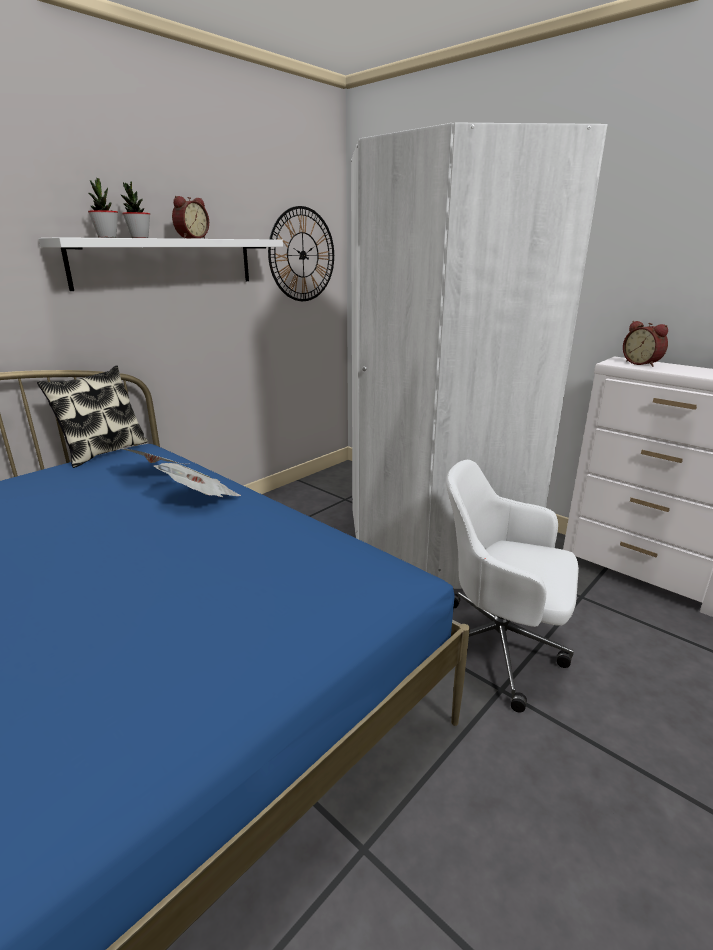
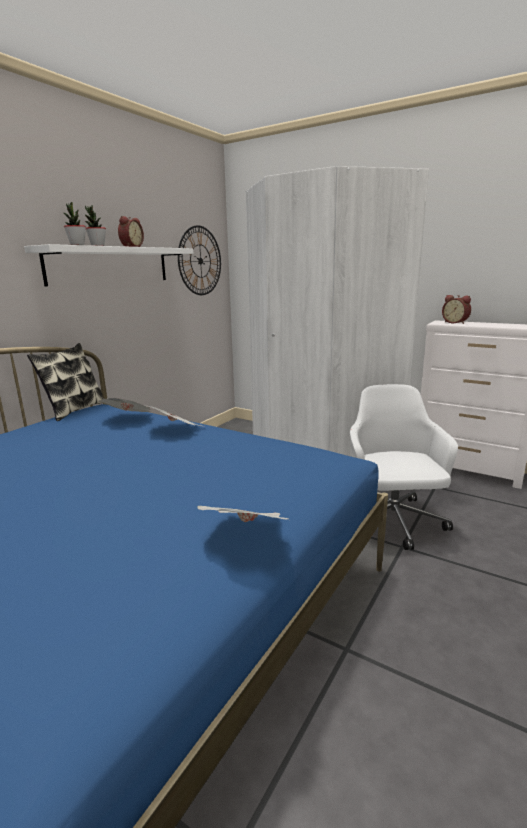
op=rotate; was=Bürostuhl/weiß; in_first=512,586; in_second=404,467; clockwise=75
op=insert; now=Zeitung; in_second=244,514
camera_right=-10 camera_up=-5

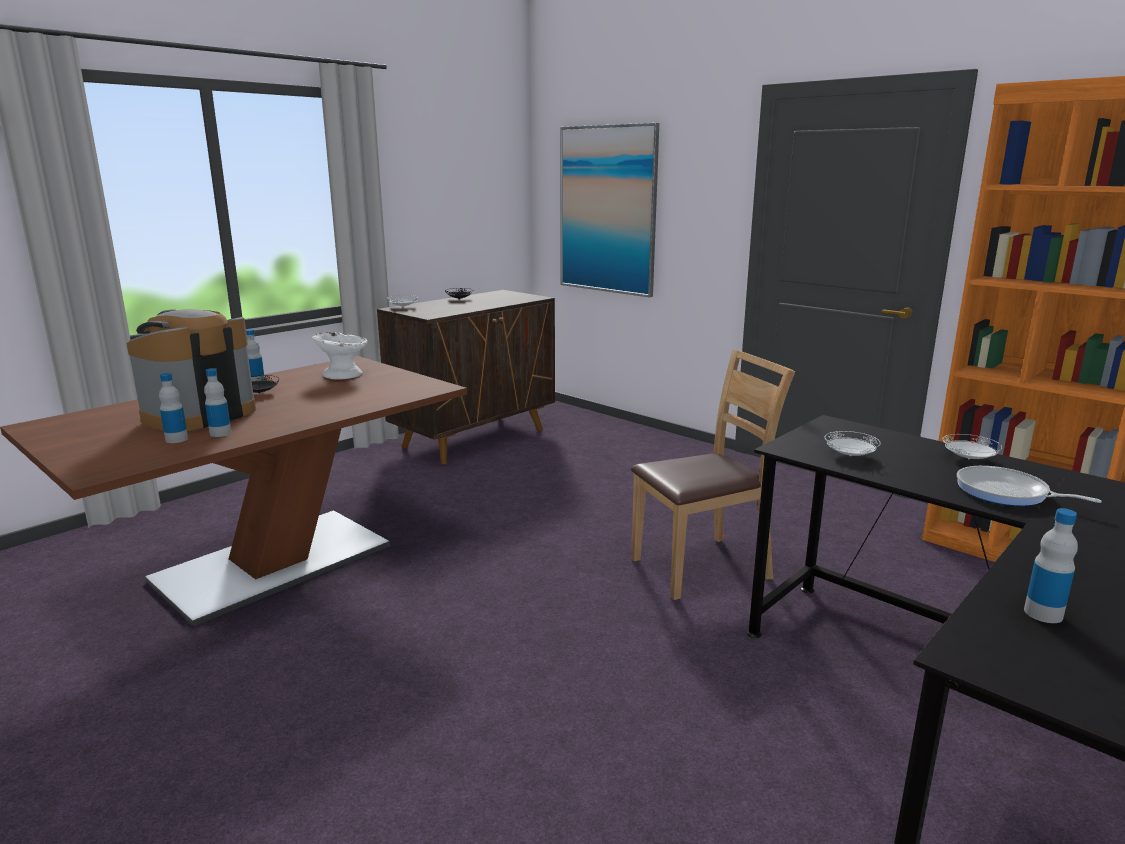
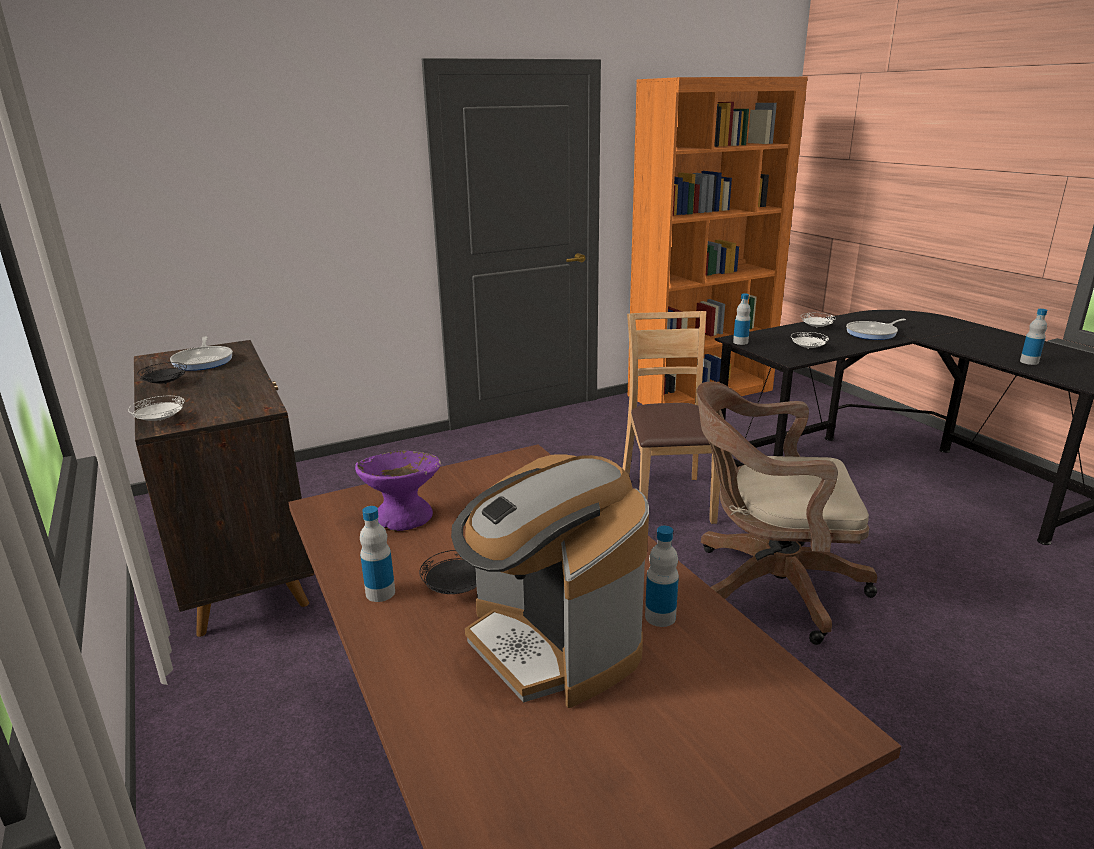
op=delete; was=Bild; in_first=609,210
op=recolor; was=Schüssel/weiß; now=Schüssel/lila; in_first=339,356; in_second=398,491
op=move; was=Flasche; in_first=173,408; in_second=742,319
op=insert; now=Pfanne; in_second=201,354
op=insert; now=Bürostuhl/braun; in_second=787,513
camera_right=-70 camera_up=5

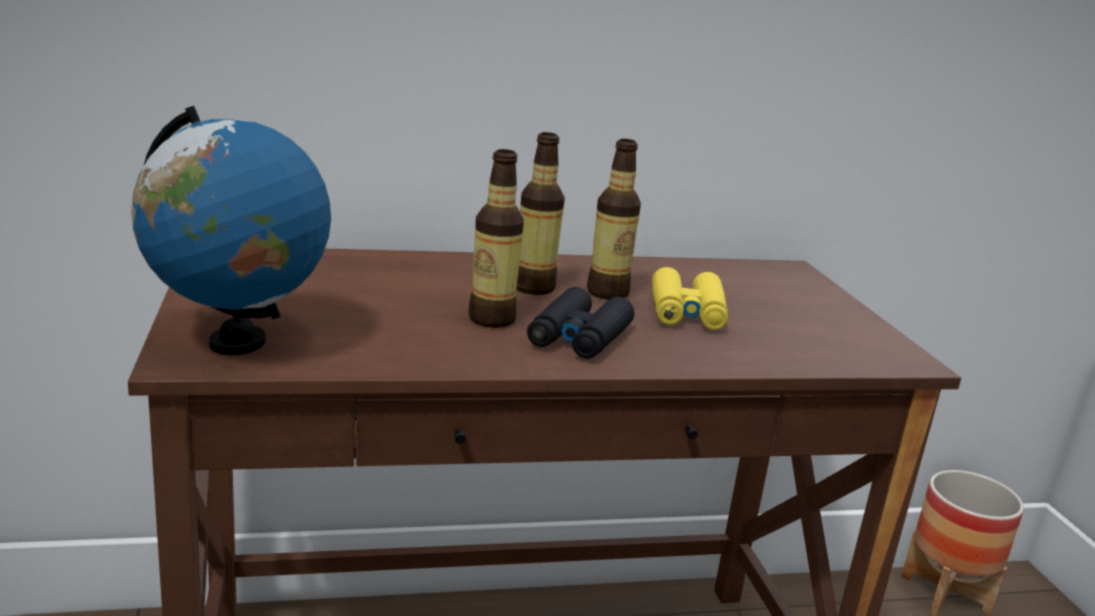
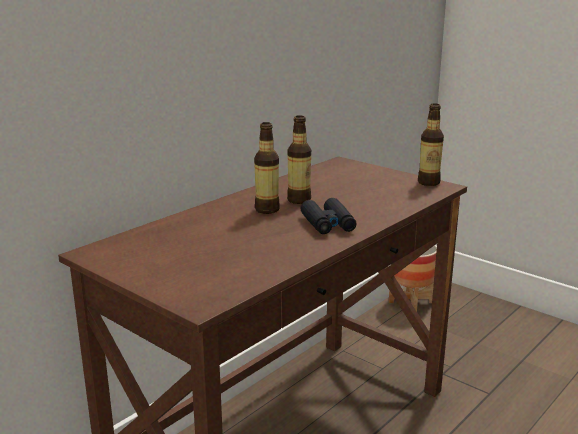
op=delete; was=Globus; in_first=231,230
op=move; was=Flasche; in_first=496,238; in_second=431,144
op=delete; was=Fernglas/gelb; in_first=690,298
camera_right=-35 camera_up=0

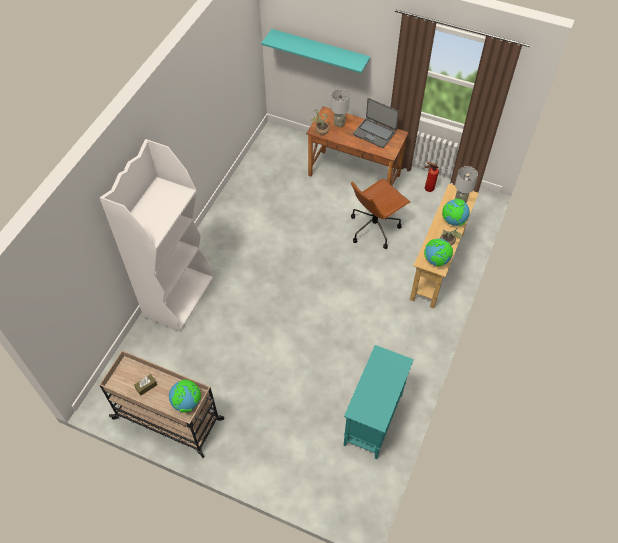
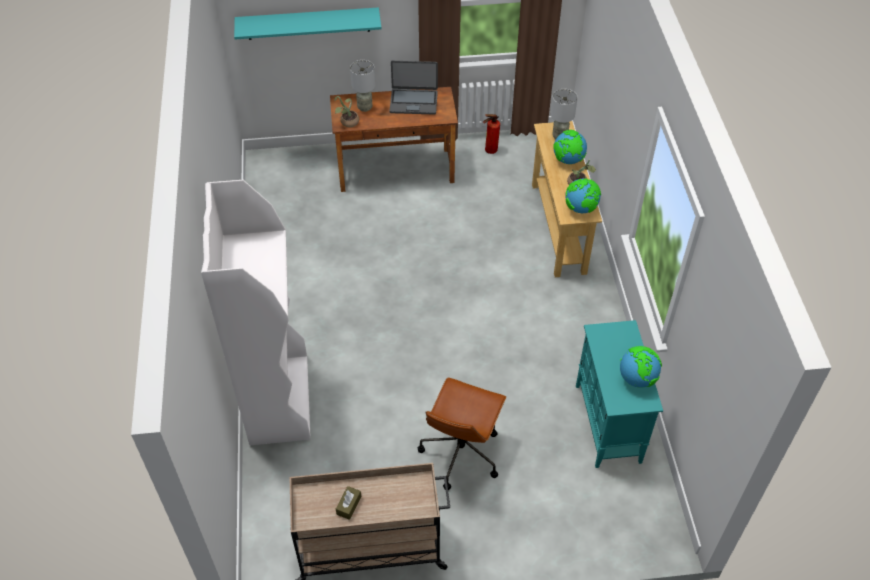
op=move; was=Bürostuhl/braun; in_first=380,214; in_second=462,433
op=move; was=Globus; in_first=185,396; in_second=641,366
camera_right=-30 camera_up=-5

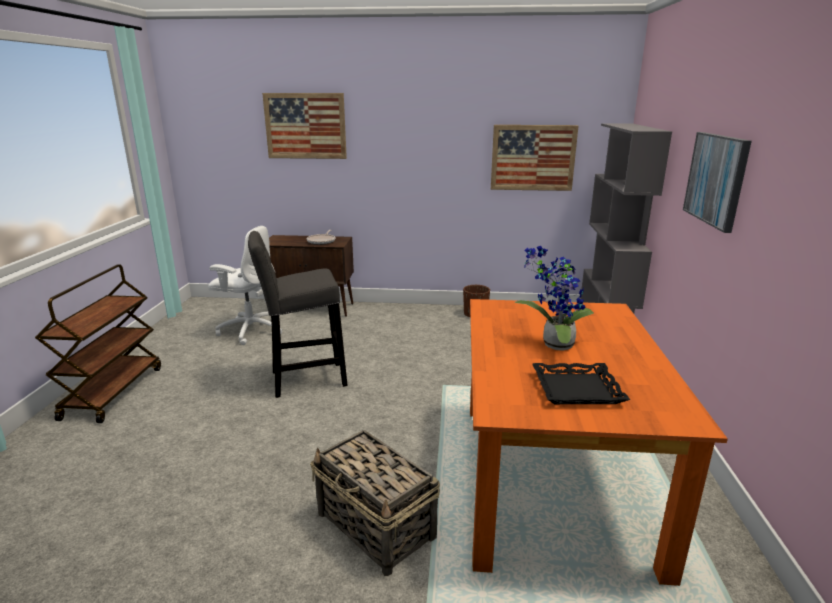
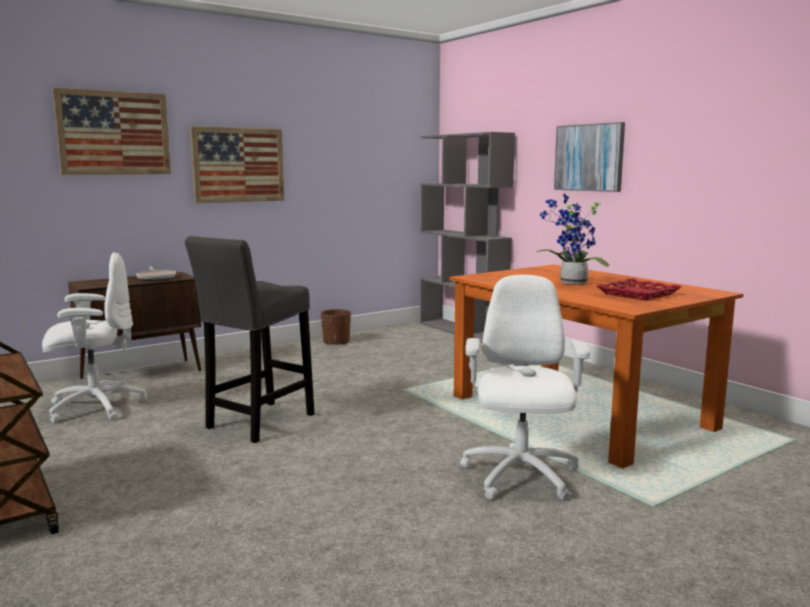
op=move; was=Bild; in_first=535,158; in_second=237,164
op=recolor; was=Tablett/schwarz; now=Tablett/rot; in_first=581,383; in_second=639,289
op=replace; was=Korb; now=Bürostuhl/weiß; in_first=375,503; in_second=525,388
camera_right=-40 camera_up=-10

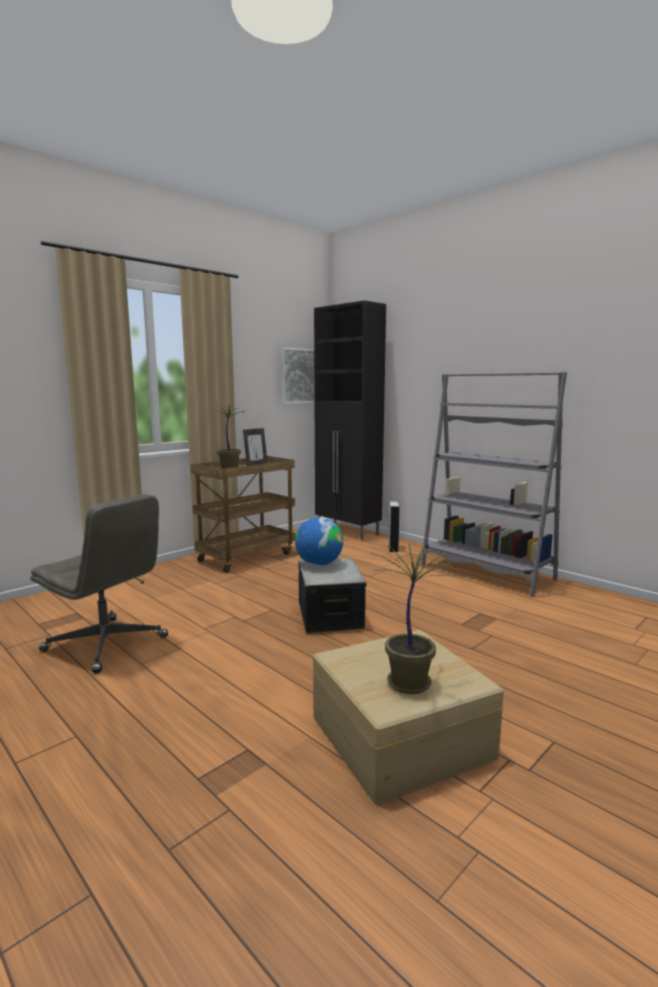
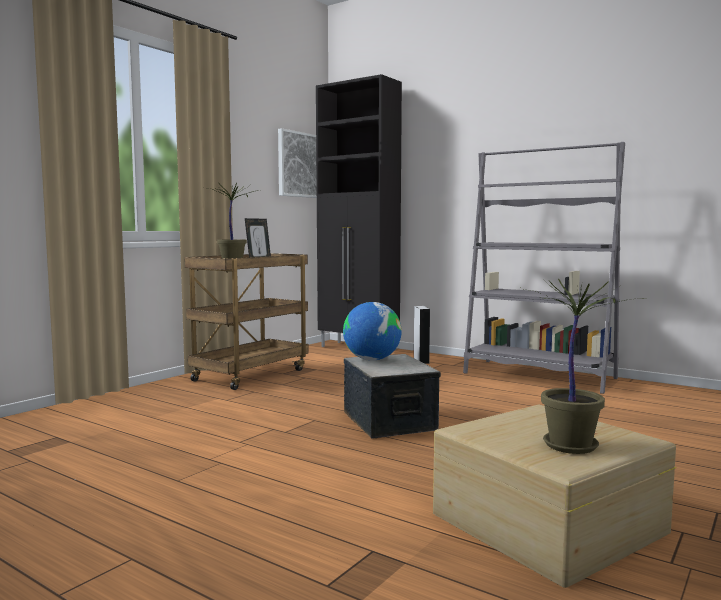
op=delete; was=Bürostuhl/grau; in_first=99,583
camera_right=-10 camera_up=-5

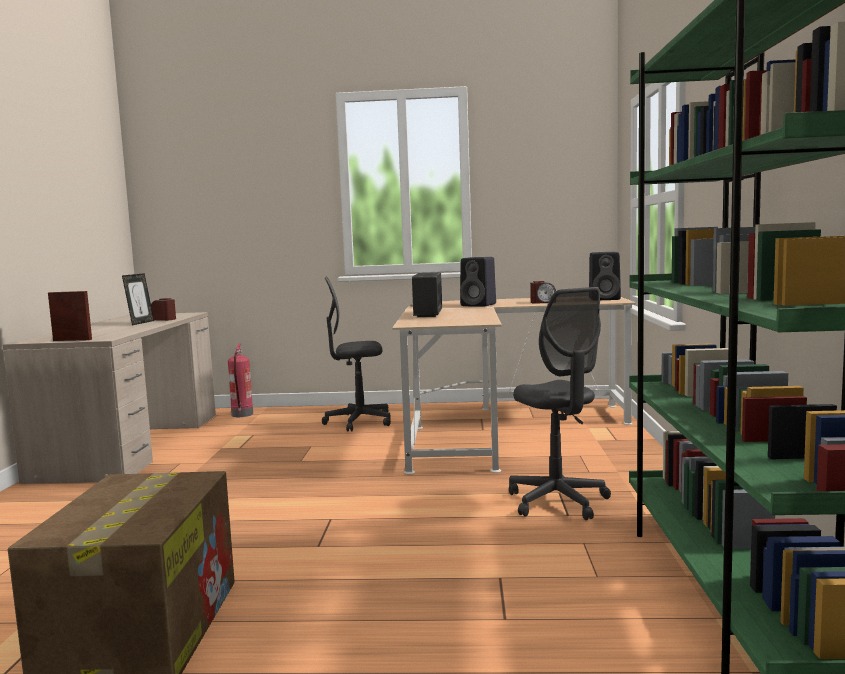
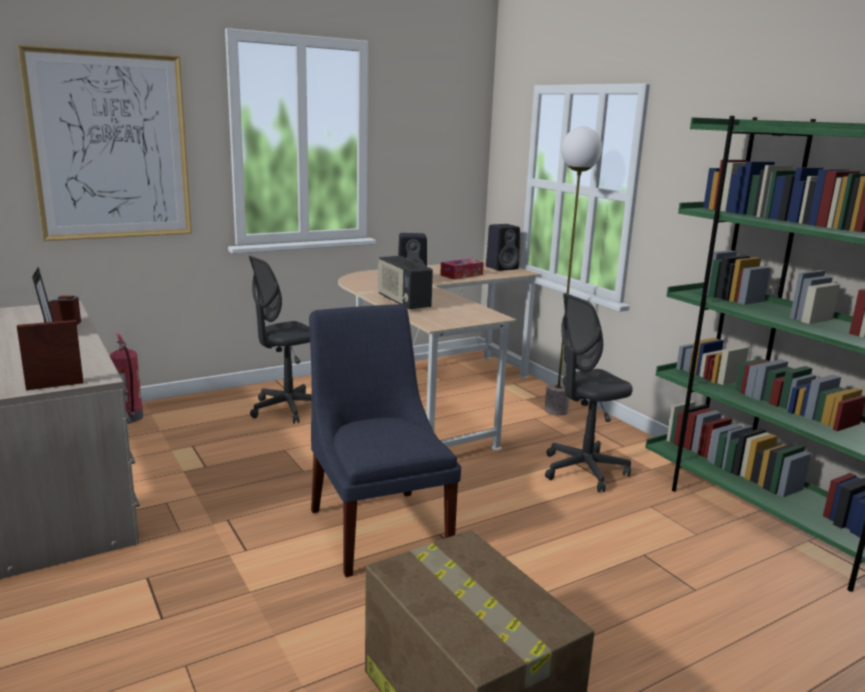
op=replace; was=Wecker; now=Taschentuchbox; in_first=543,292; in_second=462,269
op=rotate; was=Bürostuhl/grau; in_first=560,403; in_second=589,392; clockwise=120
op=insert; now=Bild; in_second=105,143
op=insert; now=Stehlampe; in_second=573,271
op=insert; now=Stuhl/blau; in_second=385,440
camera_right=-35 camera_up=10

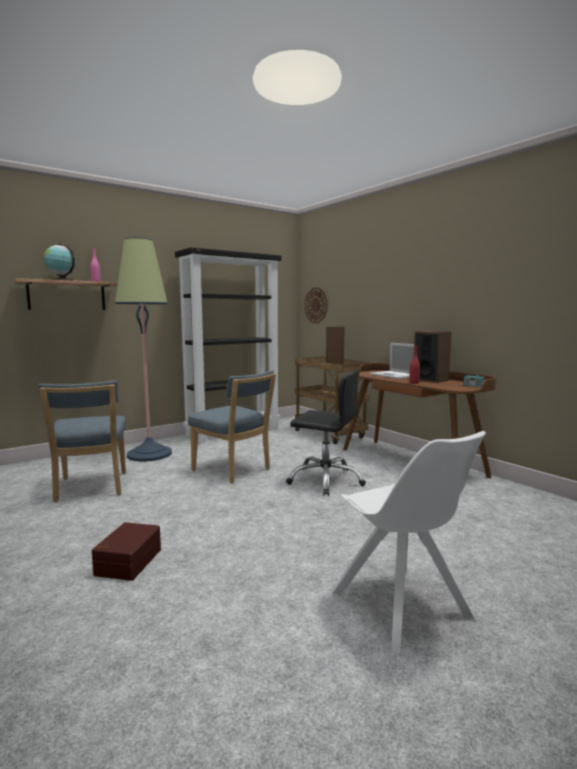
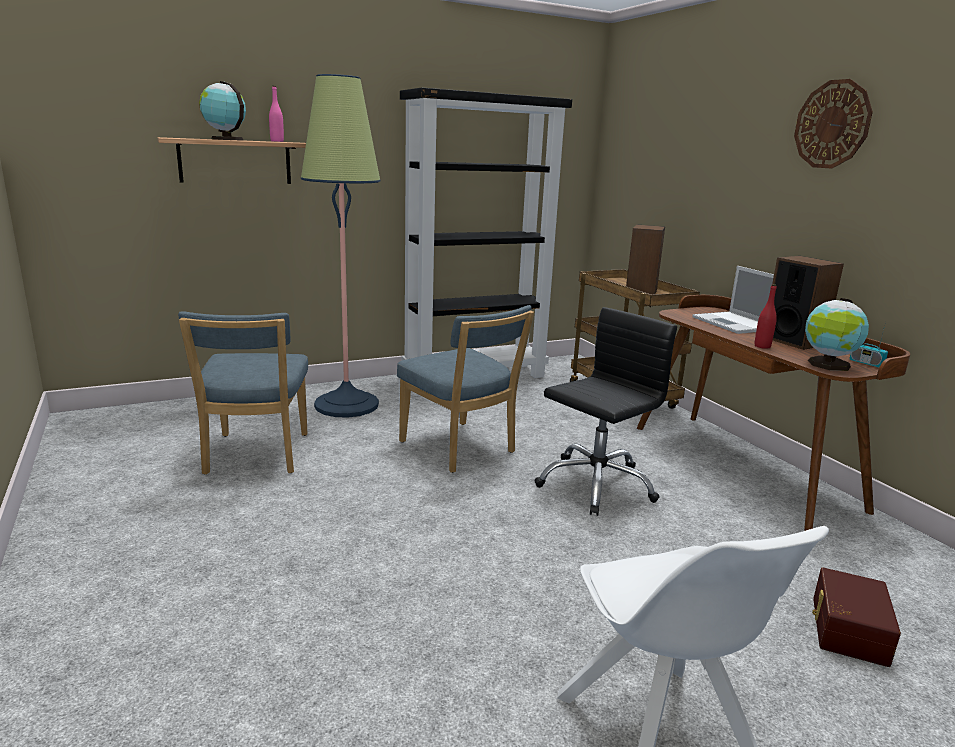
op=move; was=Wanduhr; in_first=316,305; in_second=833,124
op=rotate; was=Bürostuhl/schwarz; in_first=326,433; in_second=605,411; clockwise=-75
op=move; was=Aufbewahrungsbox/braun; in_first=126,551; in_second=856,617
op=insert; now=Globus; in_second=837,334
camera_right=10 camera_up=10

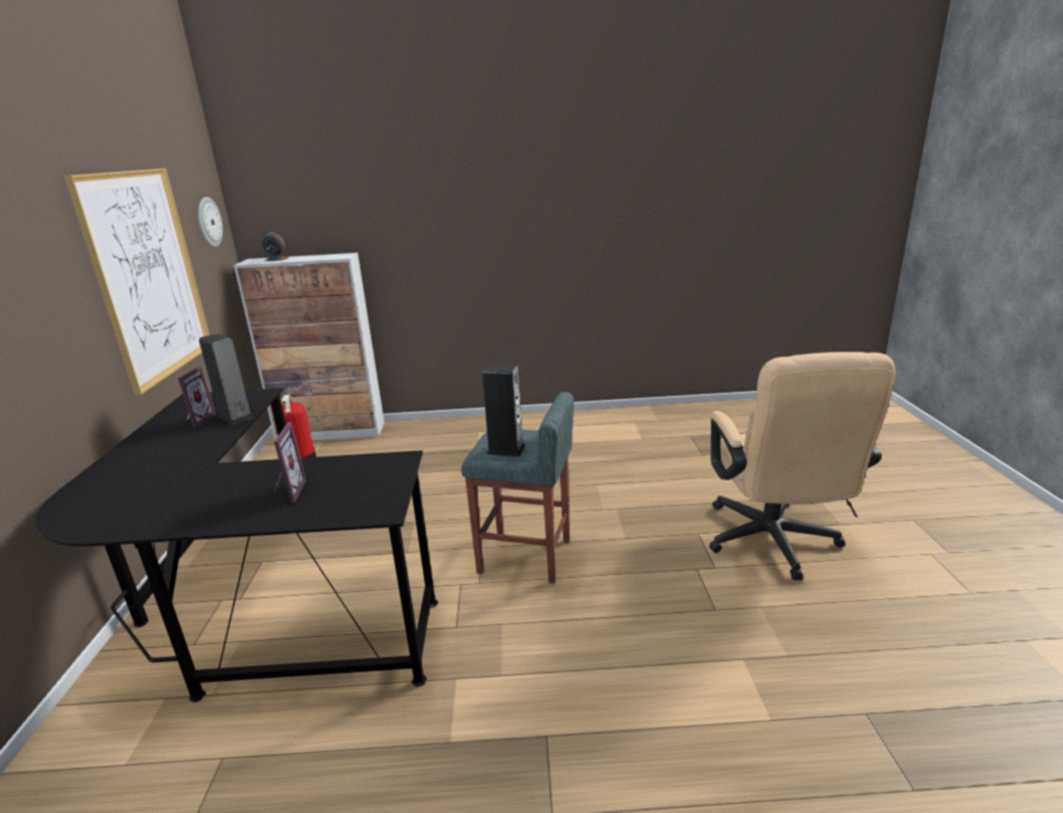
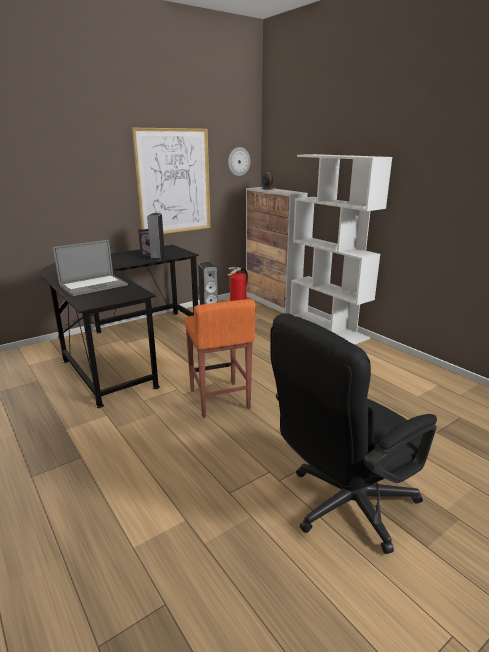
op=recolor; was=Bürostuhl/beige; now=Bürostuhl/schwarz; in_first=802,466; in_second=353,433
op=recolor; was=Hocker/grau; now=Hocker/orange; in_first=517,488; in_second=220,358
op=replace; was=Bilderrahmen; now=Laptop; in_first=290,463; in_second=90,268
op=insert; now=Bücherregal/weiß; in_second=341,249
camera_right=55 camera_up=0

